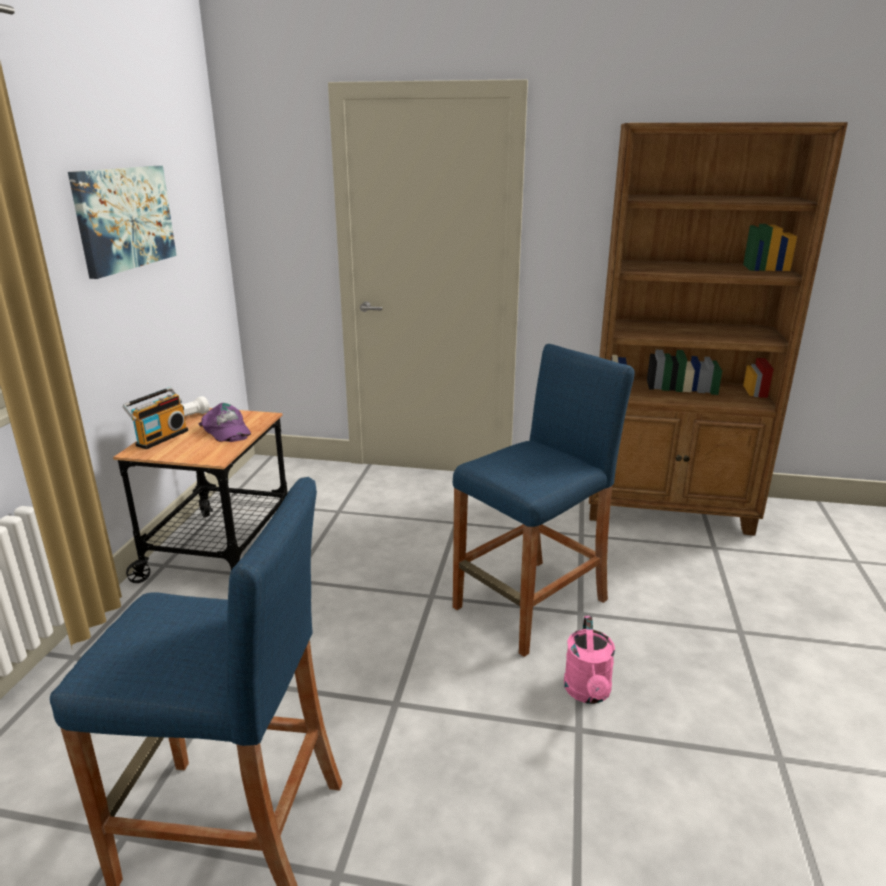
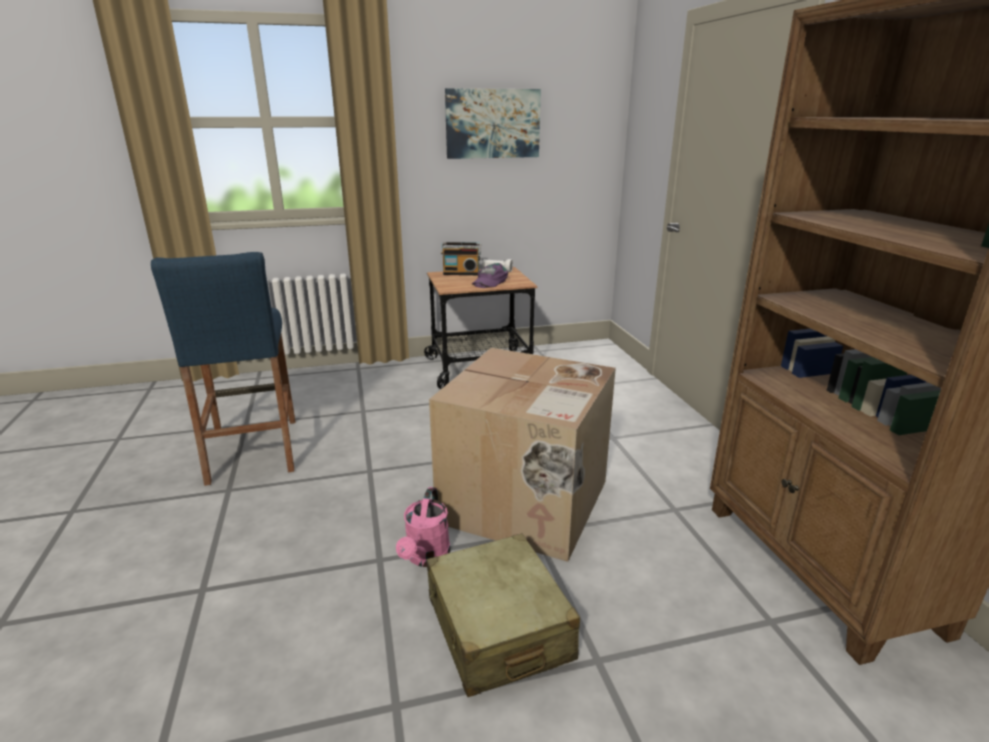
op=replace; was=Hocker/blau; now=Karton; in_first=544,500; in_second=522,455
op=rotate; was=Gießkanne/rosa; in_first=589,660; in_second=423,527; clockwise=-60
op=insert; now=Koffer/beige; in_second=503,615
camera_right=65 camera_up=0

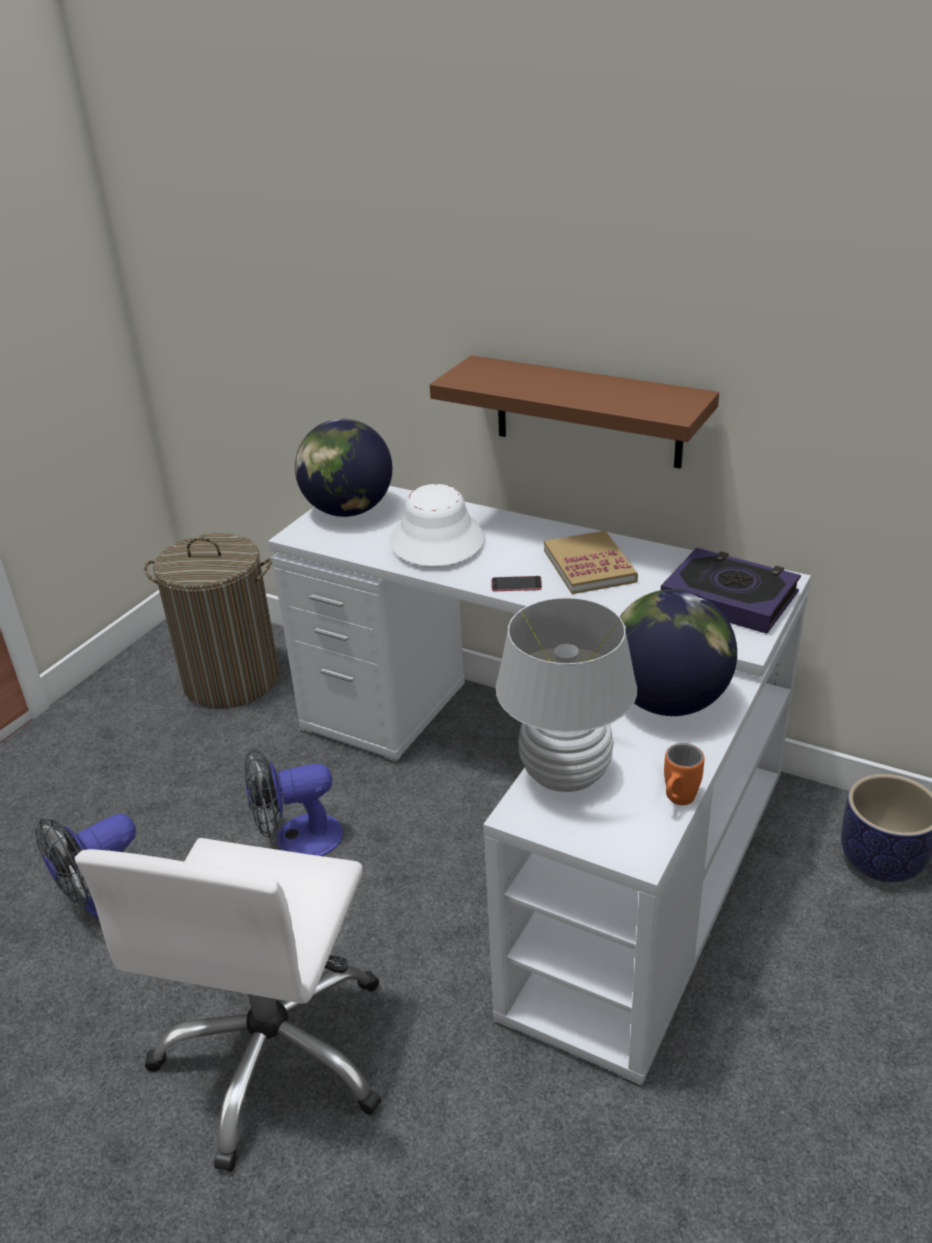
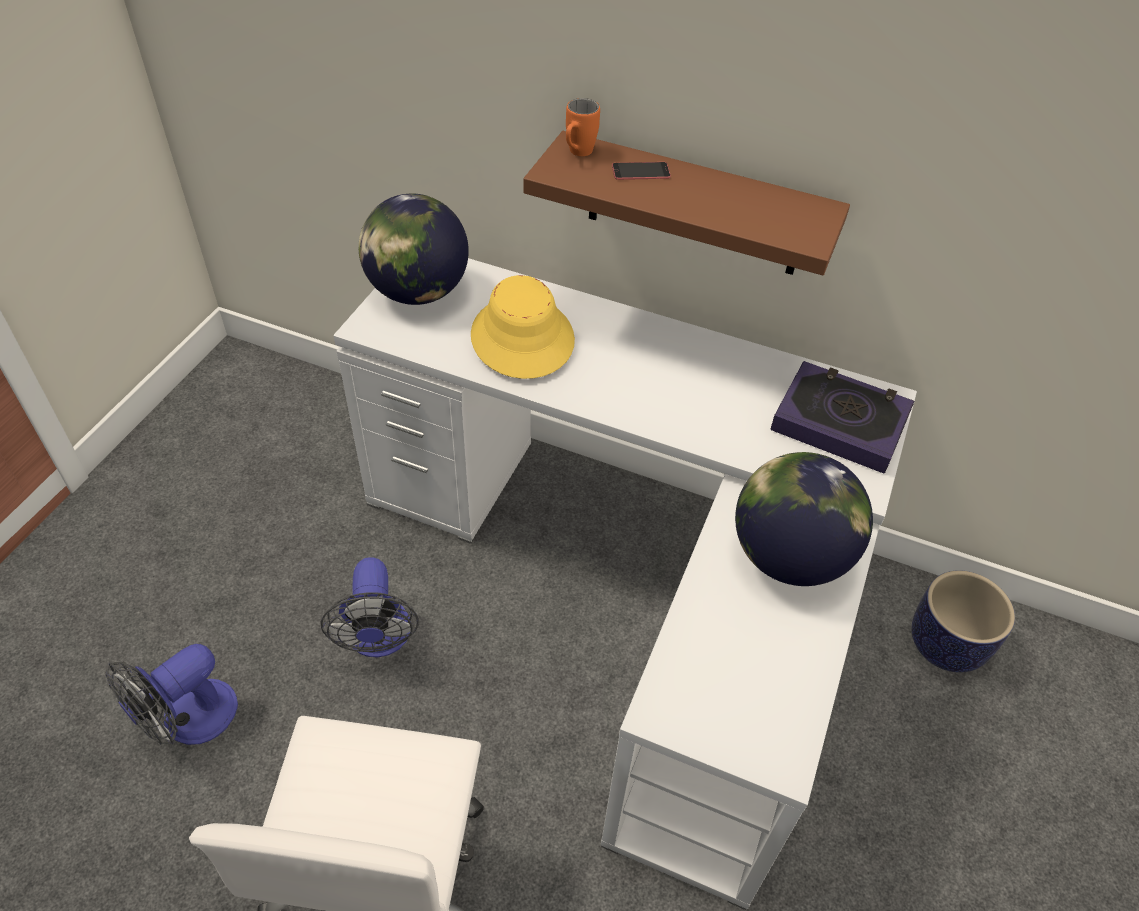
op=recolor; was=Hut/weiß; now=Hut/gelb; in_first=437,525; in_second=523,327
op=delete; was=Buch; in_first=591,562
op=delete; was=Wäschekorb; in_first=211,620
op=move; was=Handy; in_first=516,583; in_second=641,171
op=delete; was=Tischlampe/weiß; in_first=566,695
op=move; was=Henkelbecher/orange; in_first=684,774; in_second=583,127
op=rotate; was=Ventilator; in_first=293,802; in_second=370,607; clockwise=-75
camera_right=-10 camera_up=15

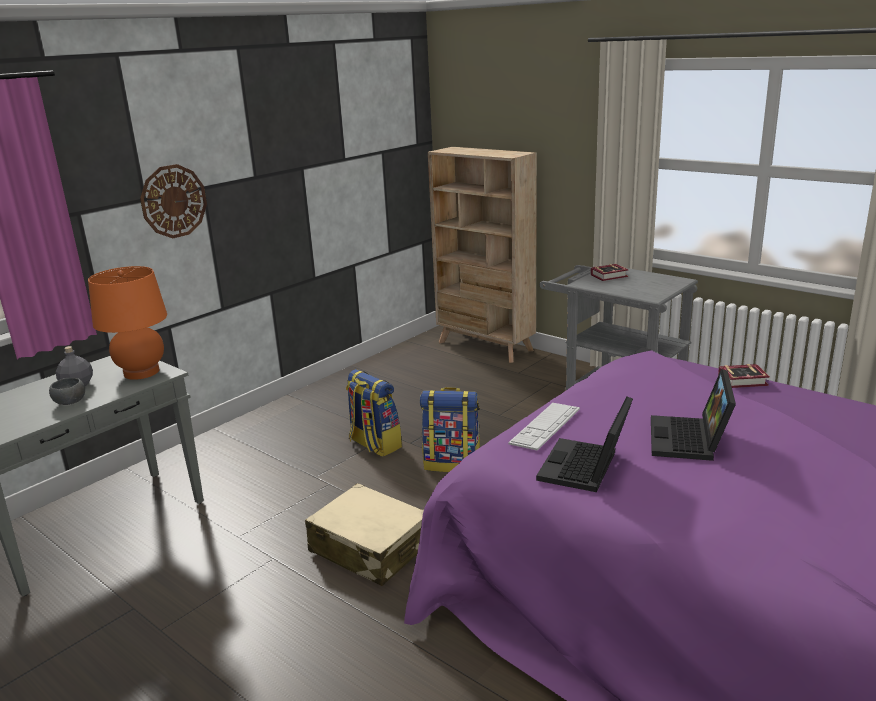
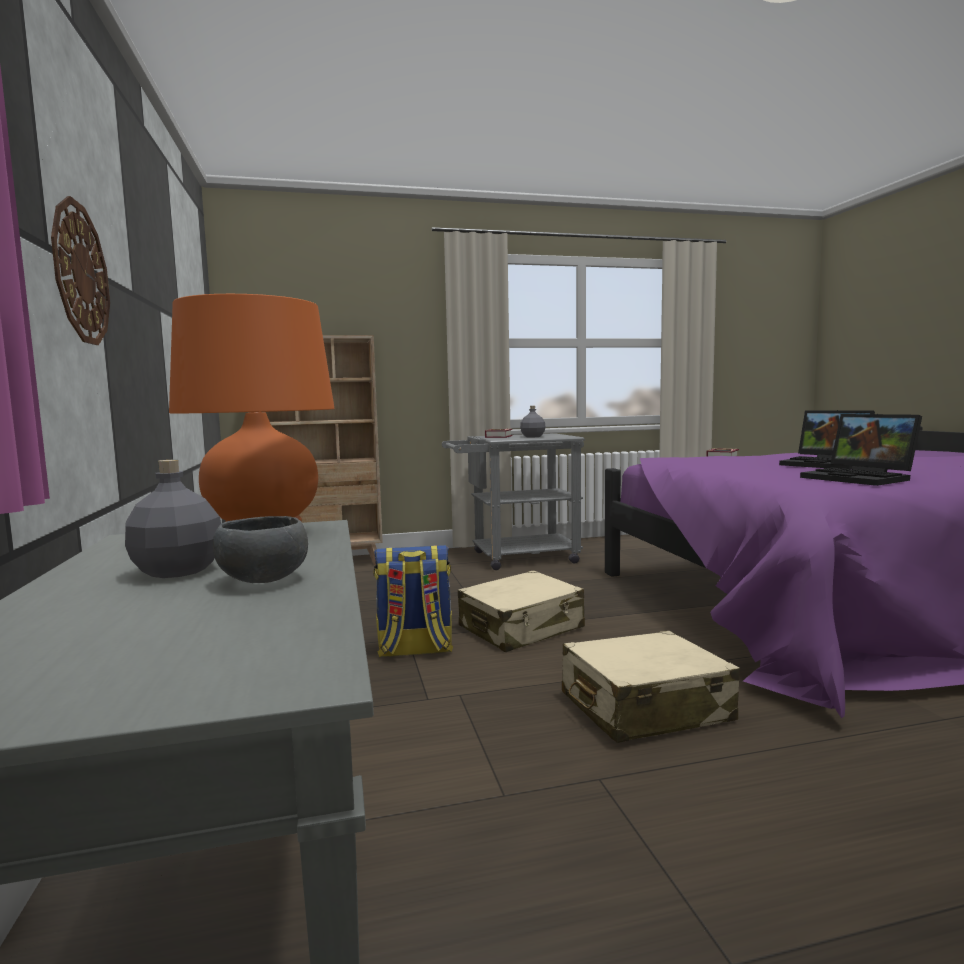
op=replace; was=Rucksack; now=Koffer/beige; in_first=450,429; in_second=521,611
op=delete; was=Tastatur; in_first=544,427
op=insert; now=Flasche/grau; in_second=533,421
camera_right=-55 camera_up=-15

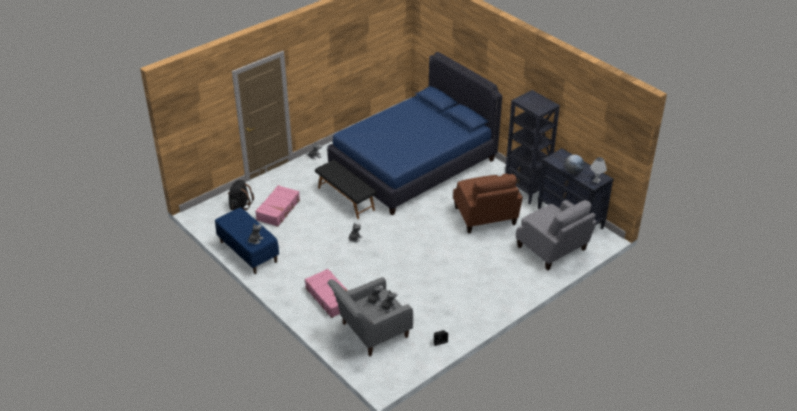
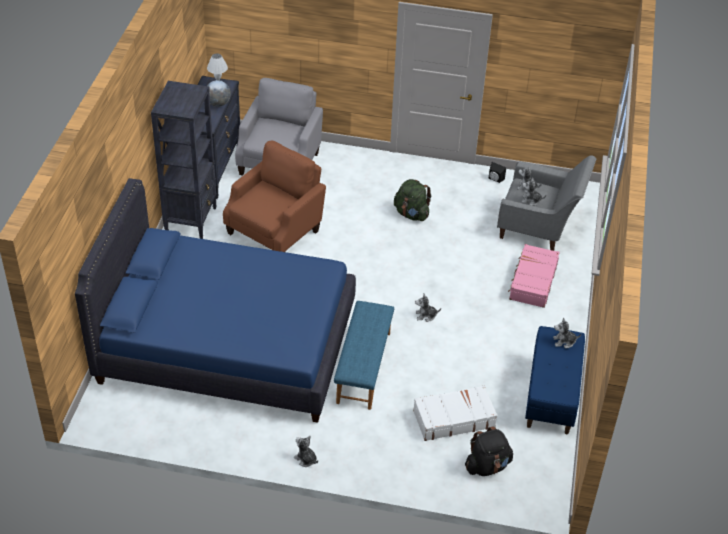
op=recolor; was=Bank/schwarz; now=Bank/blau; in_first=346,189; in_second=364,355
op=recolor; was=Koffer/rosa; now=Koffer/weiß; in_first=277,206; in_second=455,413
op=insert; now=Rucksack/grün; in_second=413,200
camera_right=-130 camera_up=5

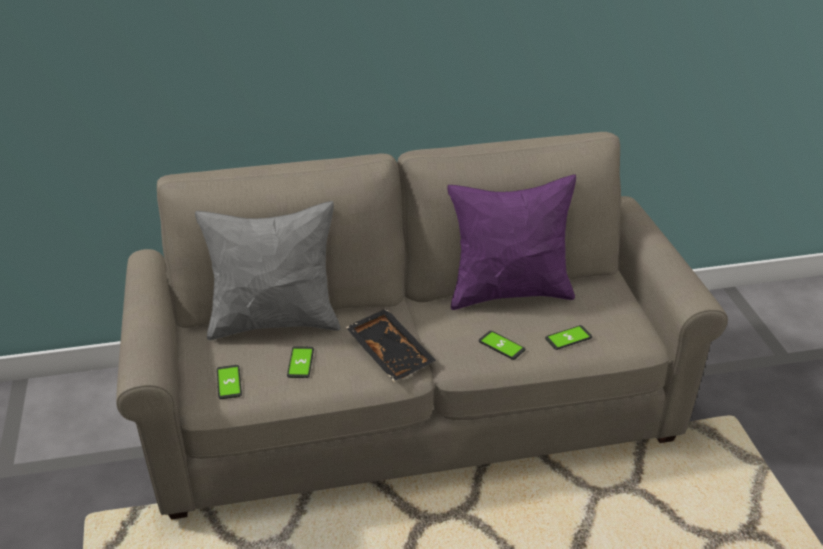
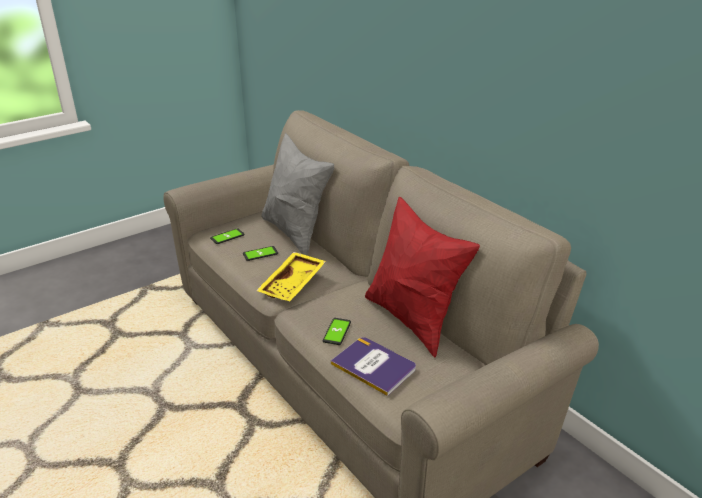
op=recolor; was=Kissen/lila; now=Kissen/rot; in_first=511,242; in_second=422,277
op=recolor; was=Tablett/schwarz; now=Tablett/gelb; in_first=391,345; in_second=291,276
op=replace; was=Handy; now=Buch; in_first=568,337; in_second=373,366
camera_right=65 camera_up=-5

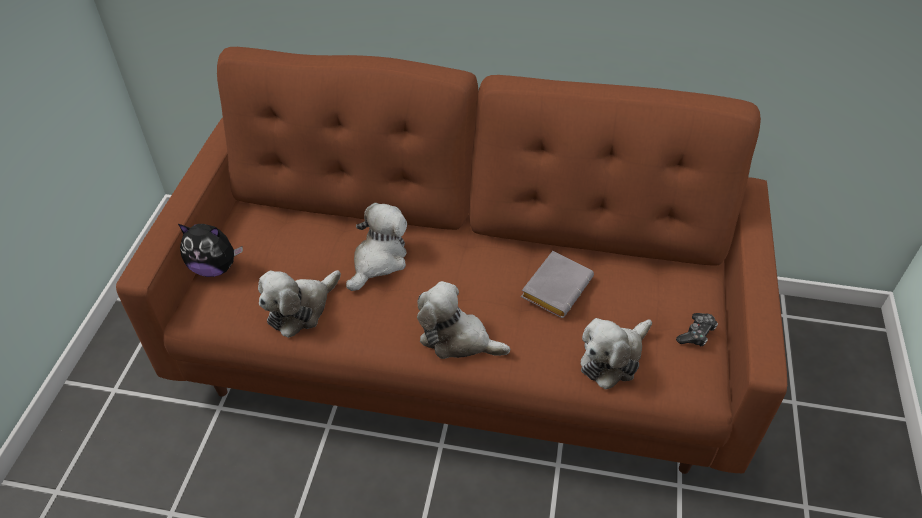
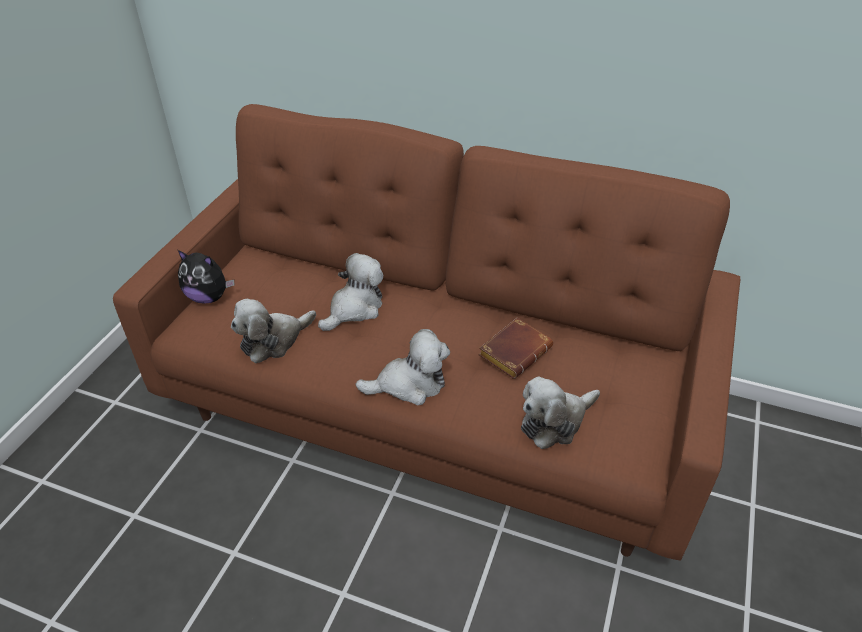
op=recolor; was=Buch/grau; now=Buch/braun; in_first=557,284; in_second=515,348
op=rotate; was=Plüschtier; in_first=463,320; in_second=402,367; clockwise=135
op=delete; was=Gamepad; in_first=697,329
camera_right=10 camera_up=-5

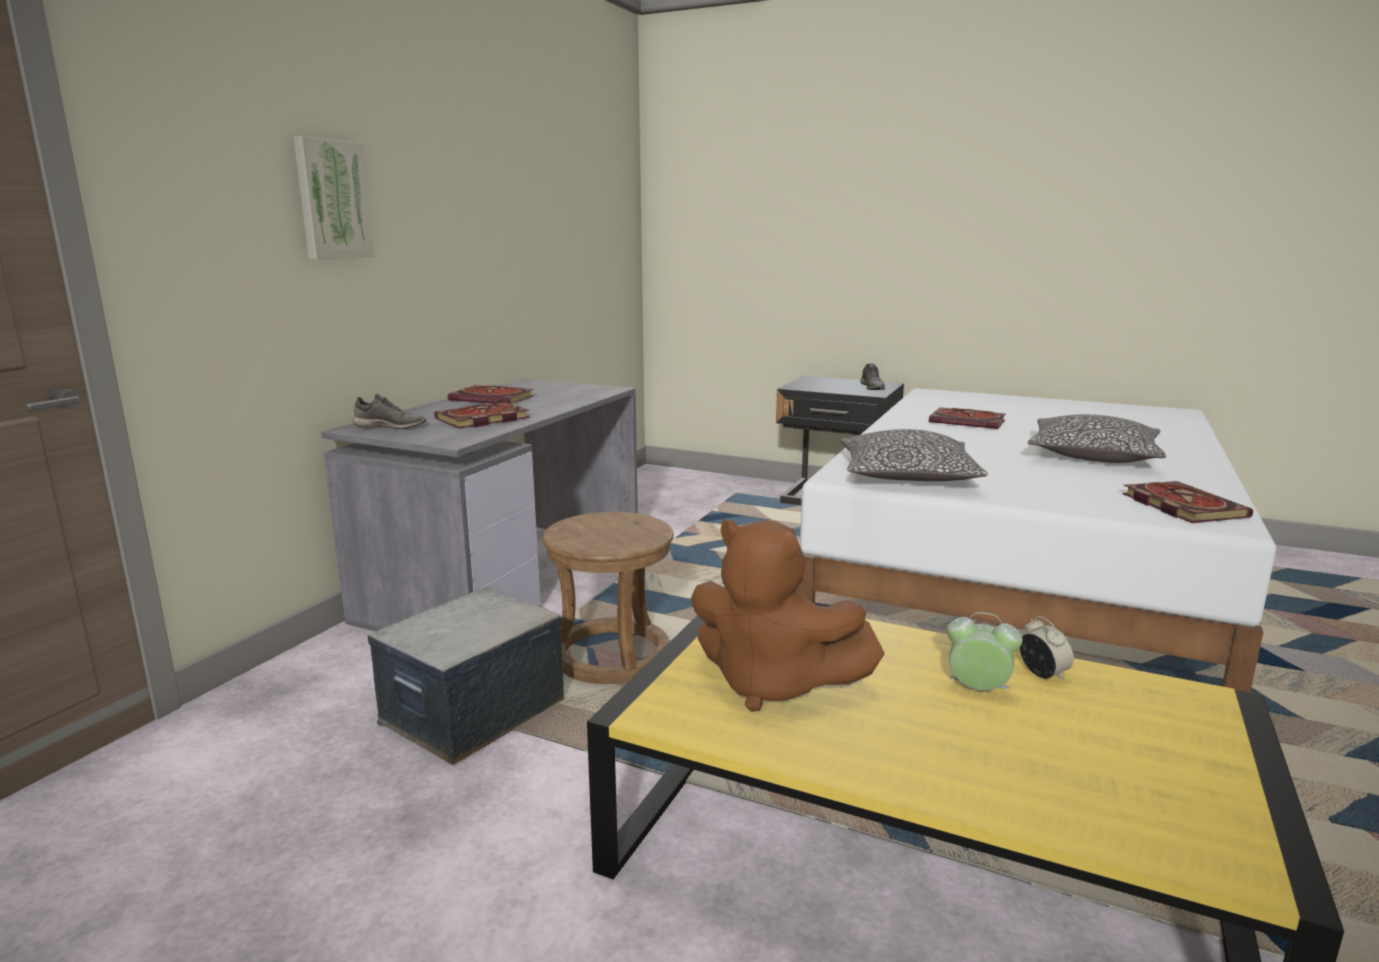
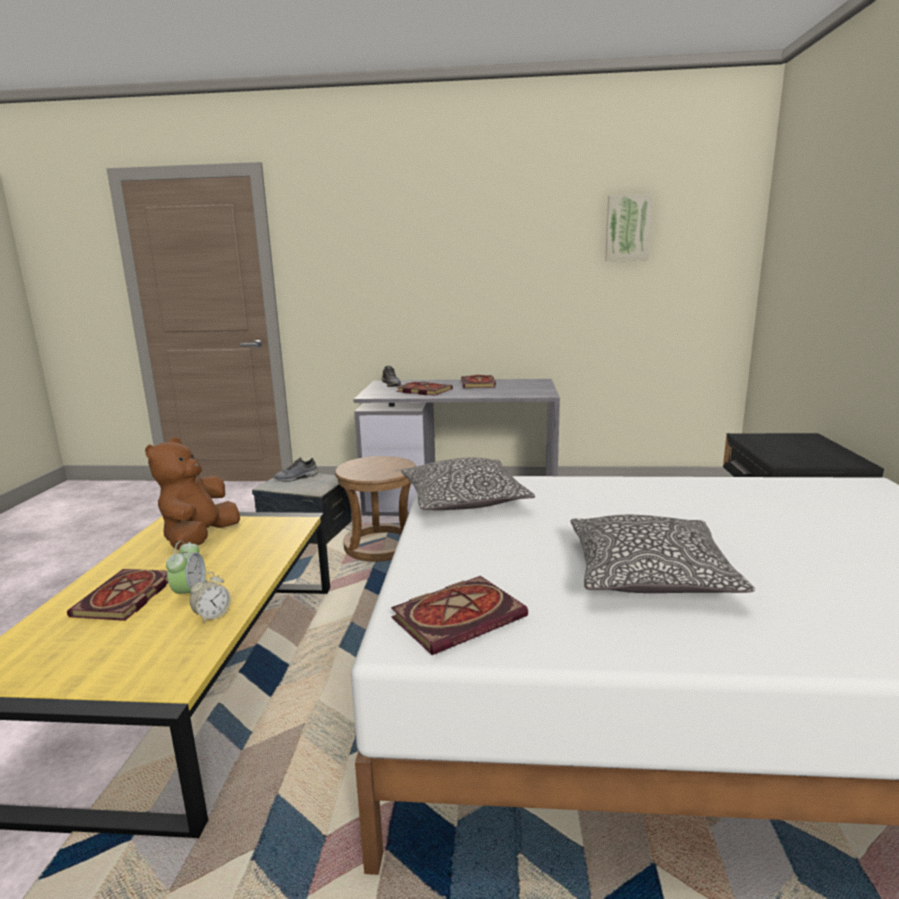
op=move; was=Bild; in_first=333,197; in_second=629,228
op=move; was=Schuh/grau; in_first=872,376; in_second=295,469
op=move; was=Buch; in_first=967,418; in_second=117,595
camera_right=70 camera_up=0

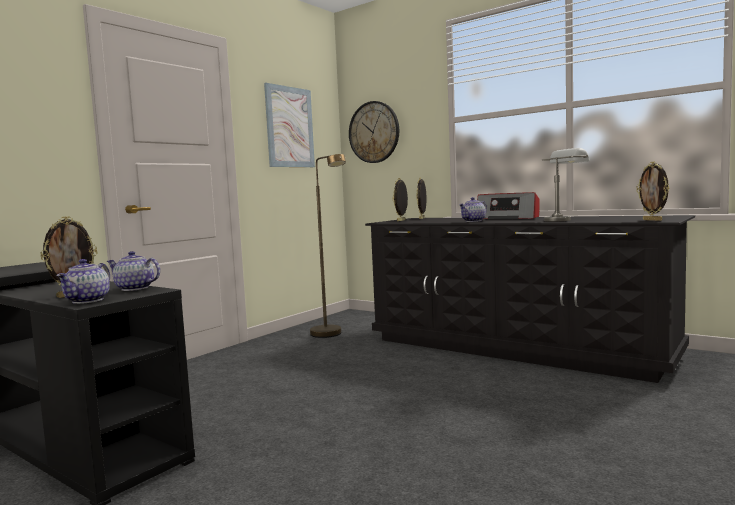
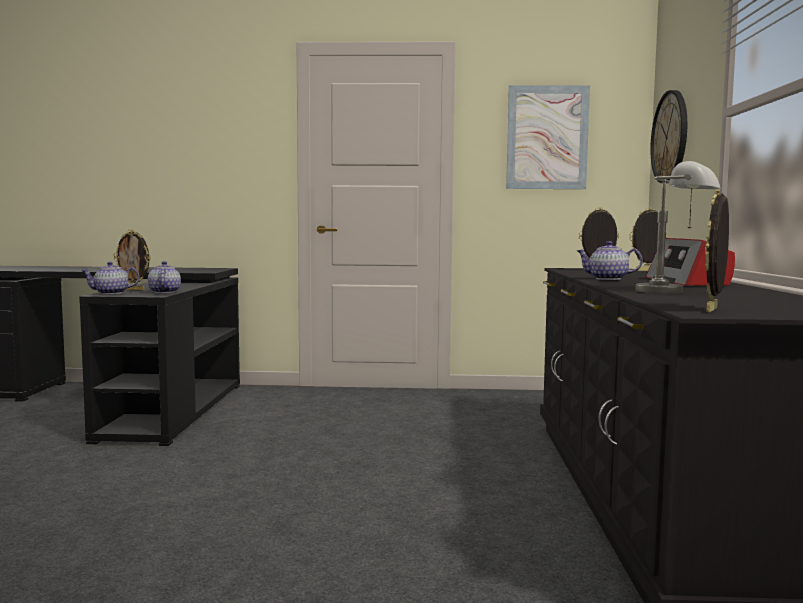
op=delete; was=Stehlampe/braun; in_first=328,246
camera_right=55 camera_up=0

